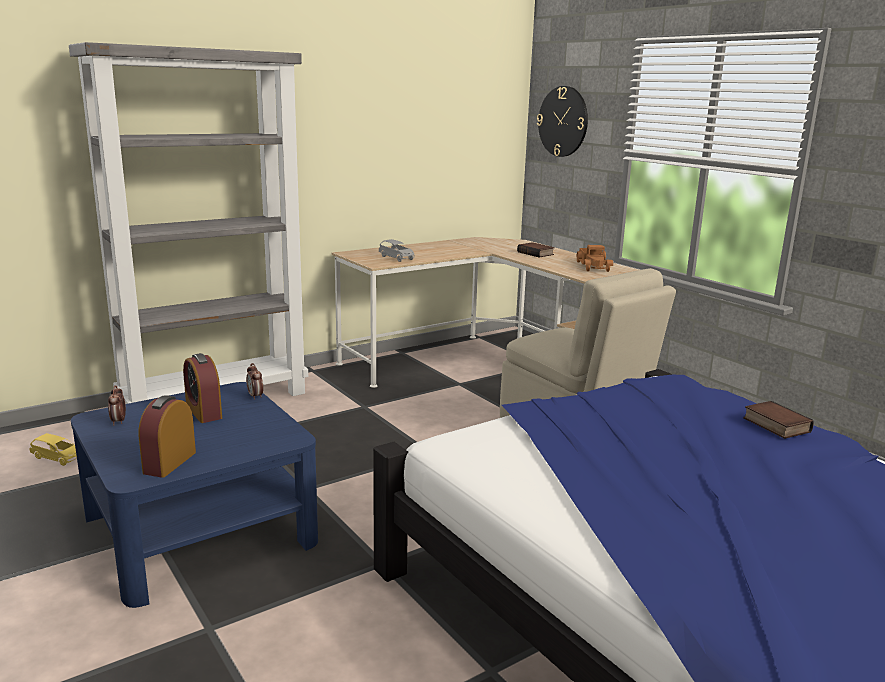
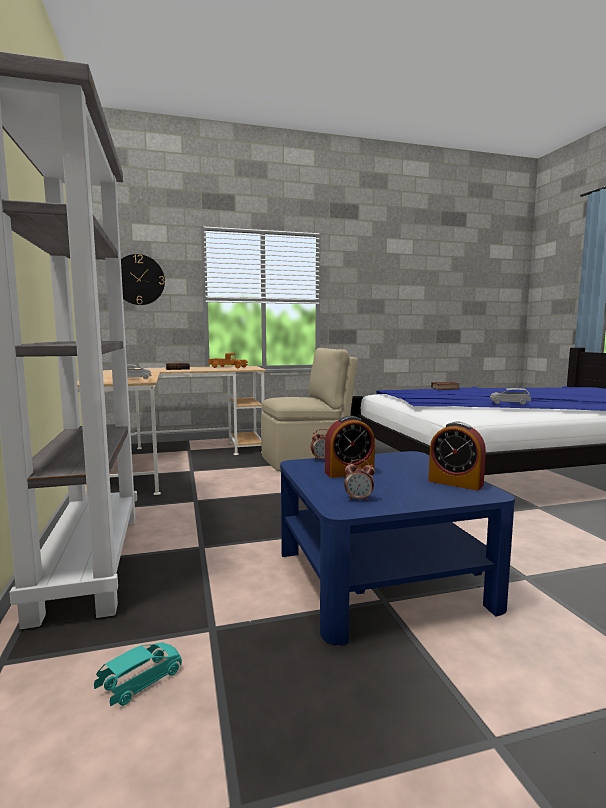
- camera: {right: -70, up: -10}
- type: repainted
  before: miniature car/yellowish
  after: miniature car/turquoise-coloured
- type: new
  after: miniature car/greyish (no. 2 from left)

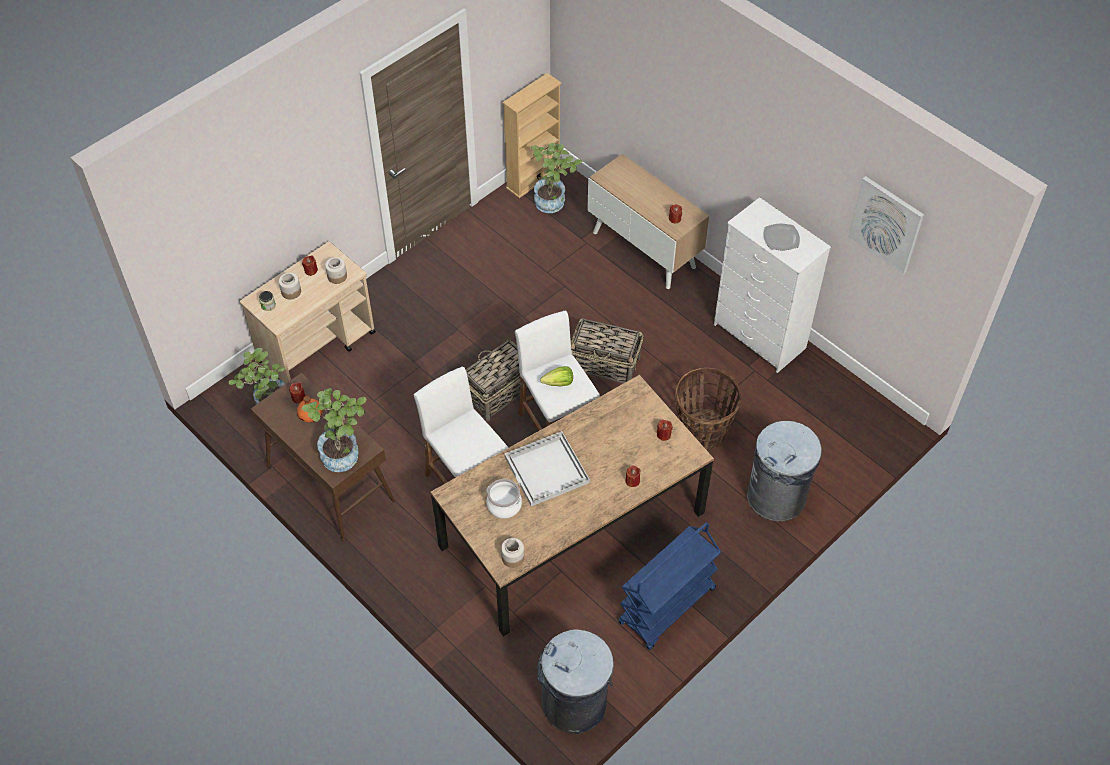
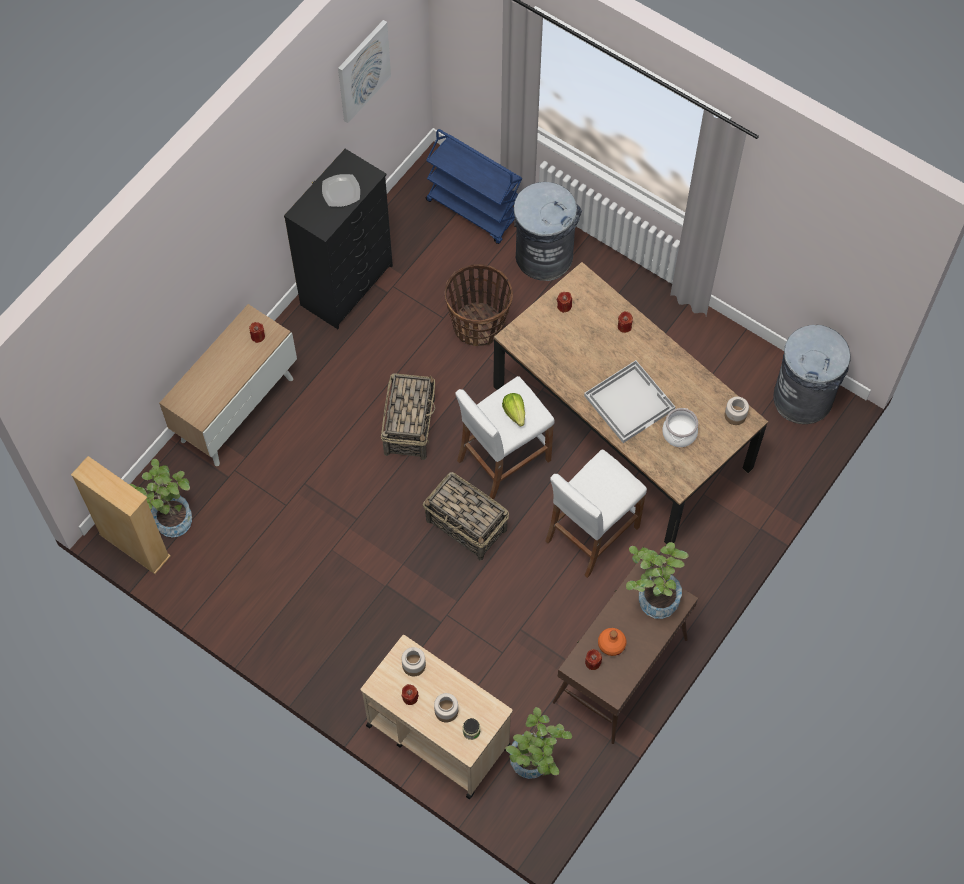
- camera: {right: -100, up: 10}
- type: shifted
  before: wheeled cart/bluish
- type: repainted
  before: chest of drawers/white-coloured
  after: chest of drawers/blackish

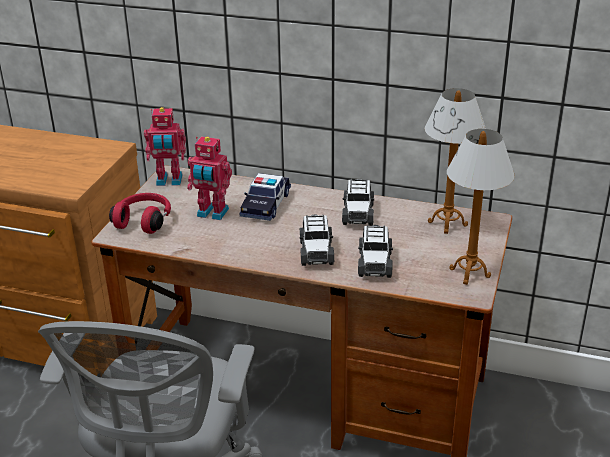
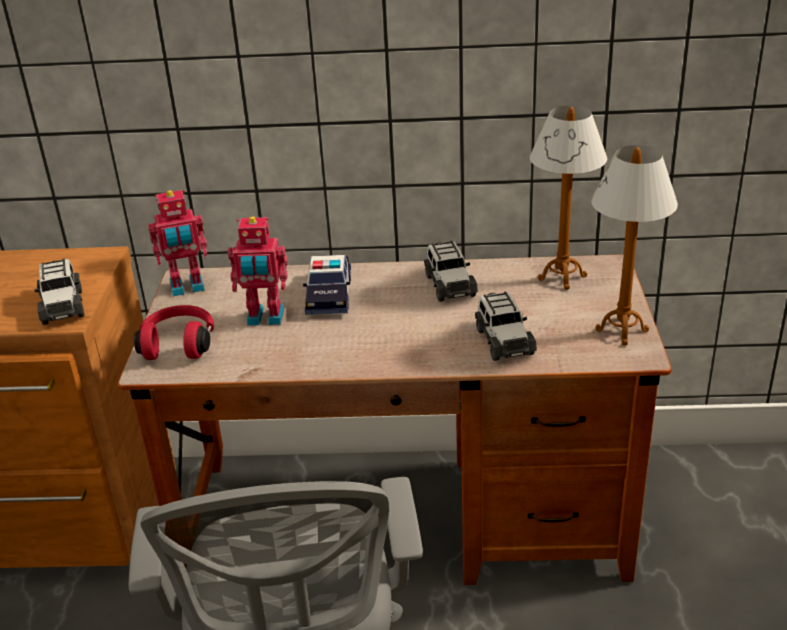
- camera: {right: -15, up: 0}
- type: shifted
  before: miniature car (no. 2 from left in the first image)
  after: miniature car (no. 1 from left)

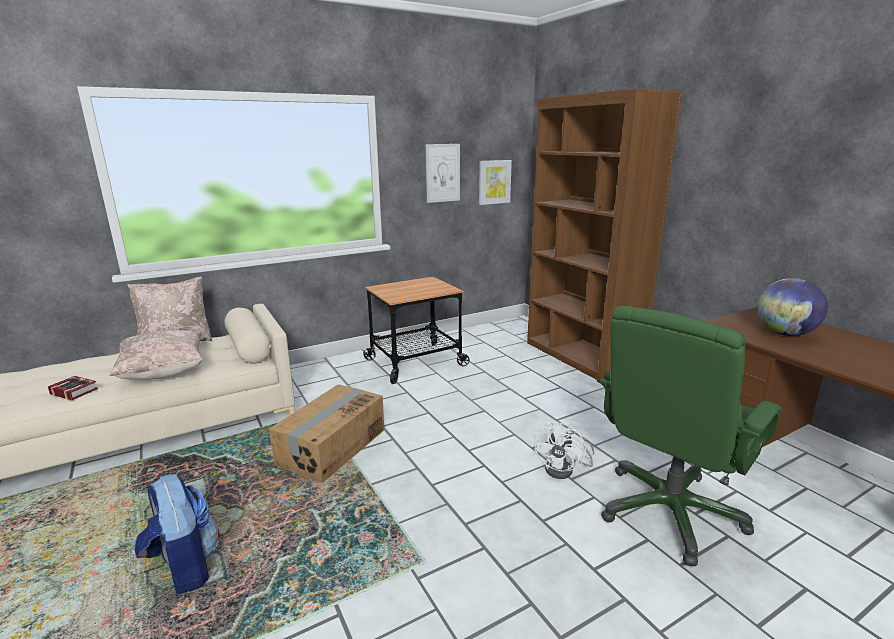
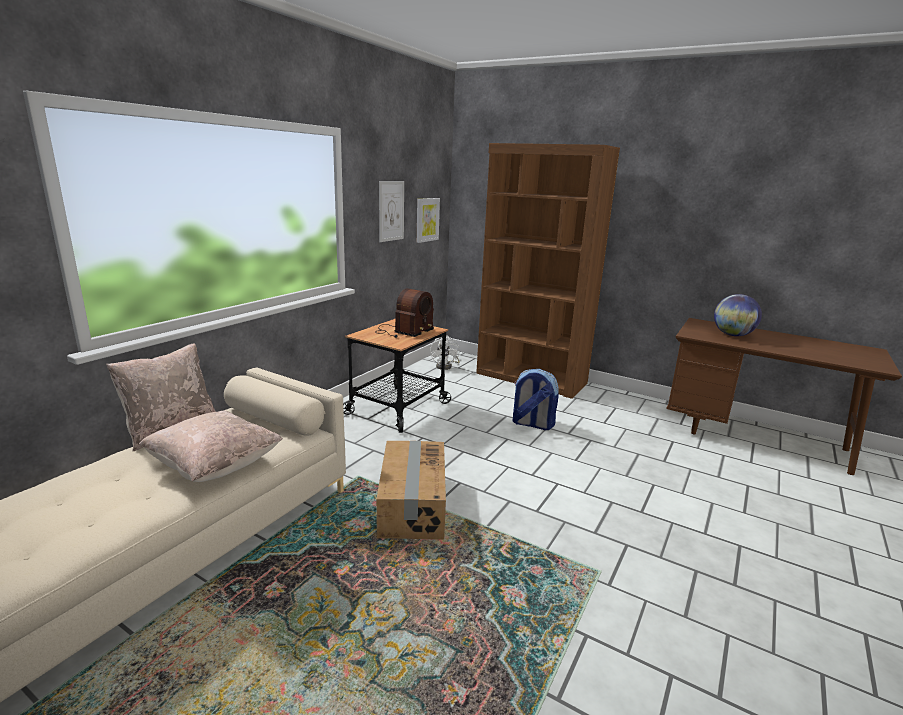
- camera: {right: -30, up: 0}
- type: gone
  before: book
- type: shifted
  before: rucksack
- type: shifted
  before: cooling fan/white-coloured
- type: gone
  before: computer chair/greenish
- type: new
  after: radio

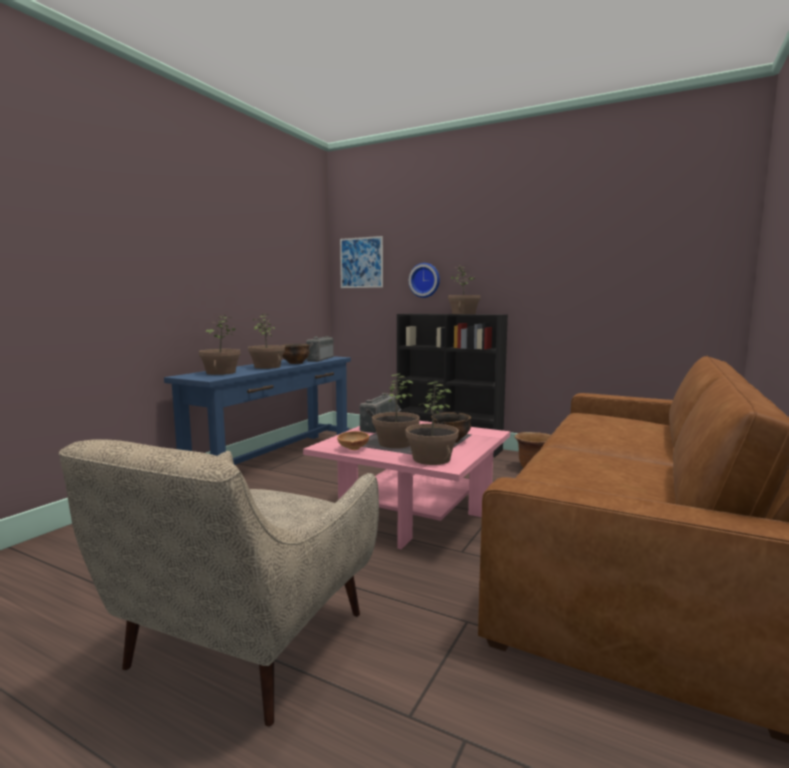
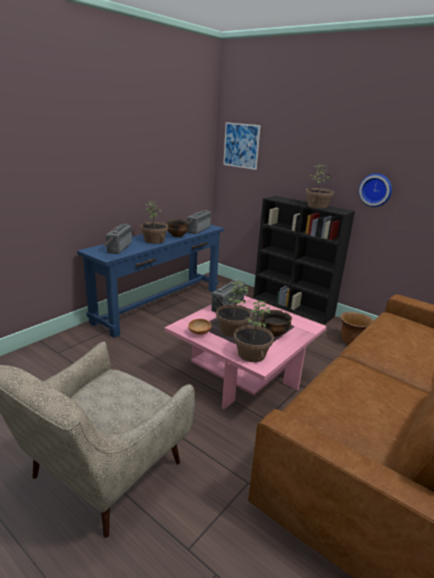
- camera: {right: 10, up: 15}
- type: swapped
  before: houseplant (no. 1 from left)
  after: radio (no. 1 from left)
- type: shifted
  before: hanging clock

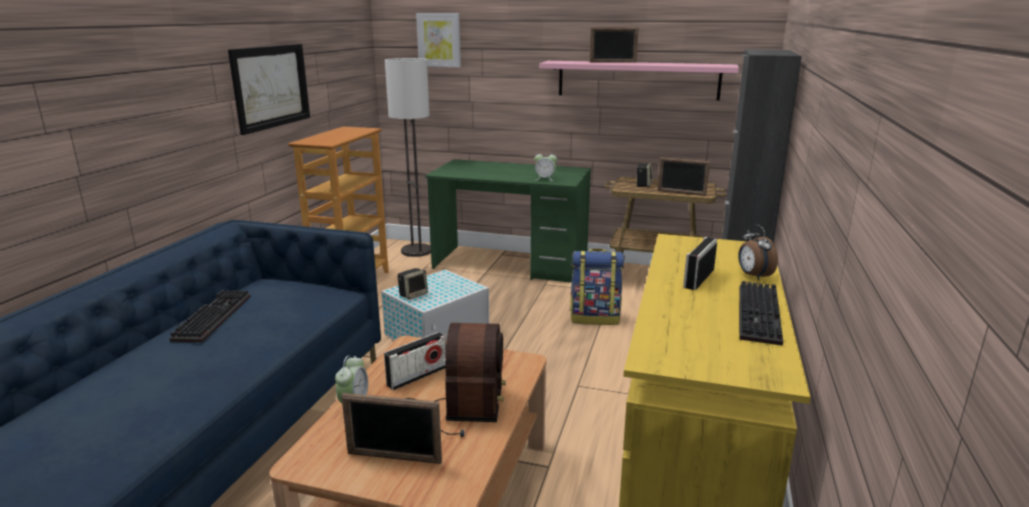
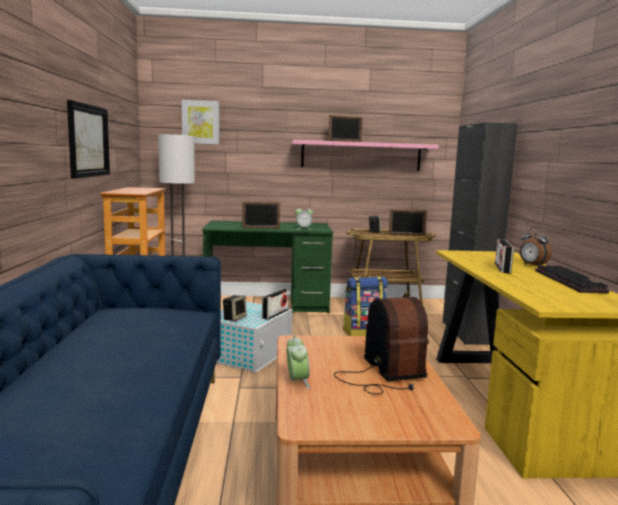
- camera: {right: -20, up: -10}
- type: gone
  before: computer keyboard (no. 1 from left)
- type: shifted
  before: picture frame (no. 1 from left)
- type: shifted
  before: radio (no. 1 from left)

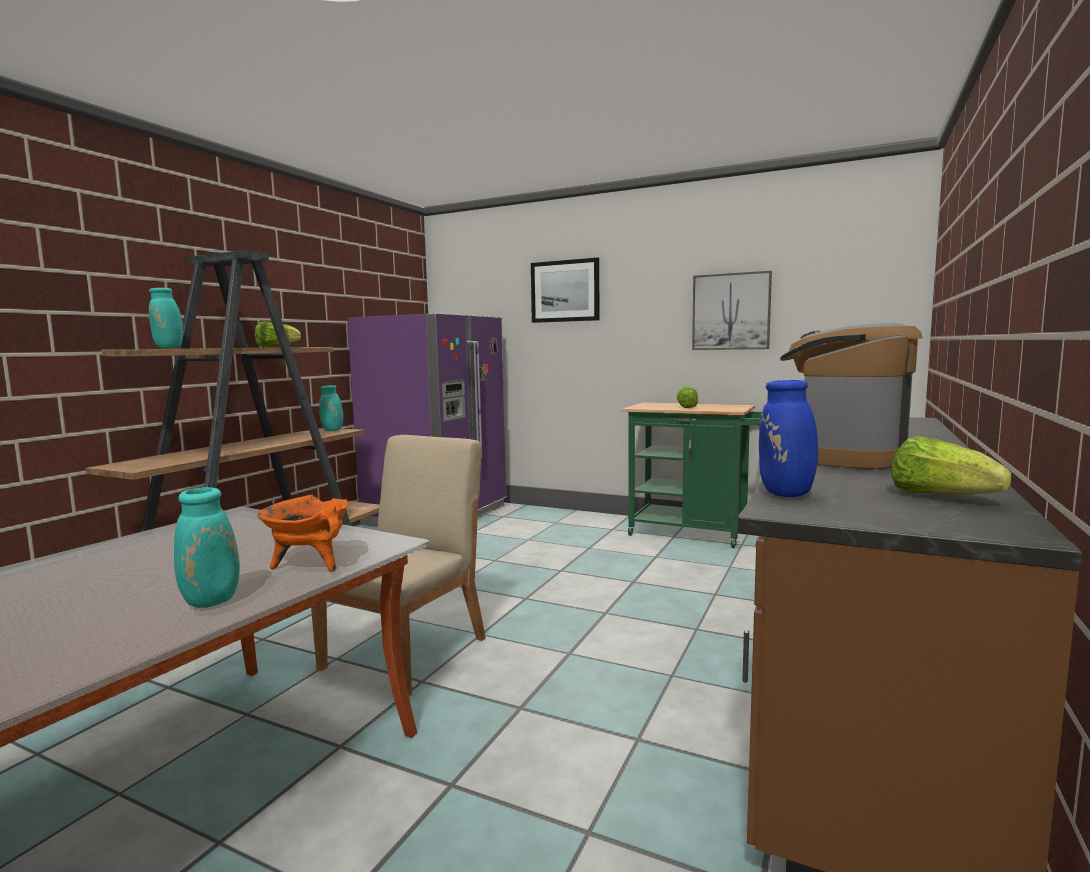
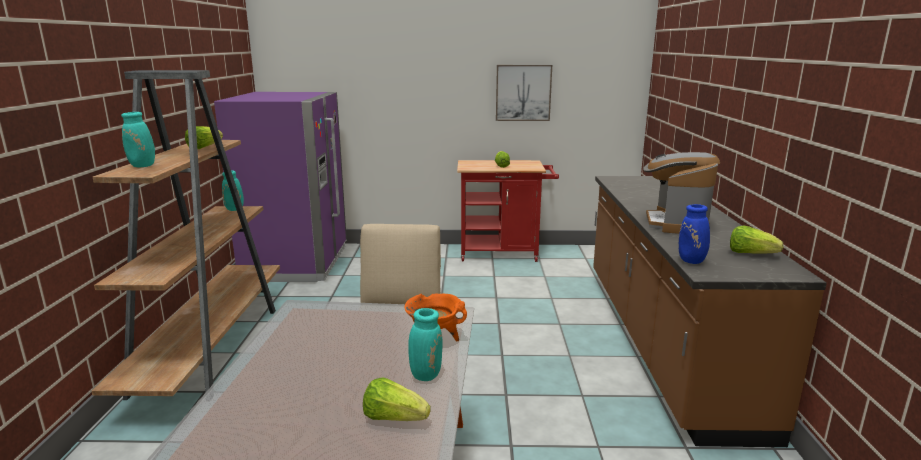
- camera: {right: -25, up: 10}
- type: gone
  before: picture (no. 1 from left)
- type: repainted
  before: wheeled cart/greenish
  after: wheeled cart/red-coloured
- type: new
  after: lettuce (no. 2 from left)

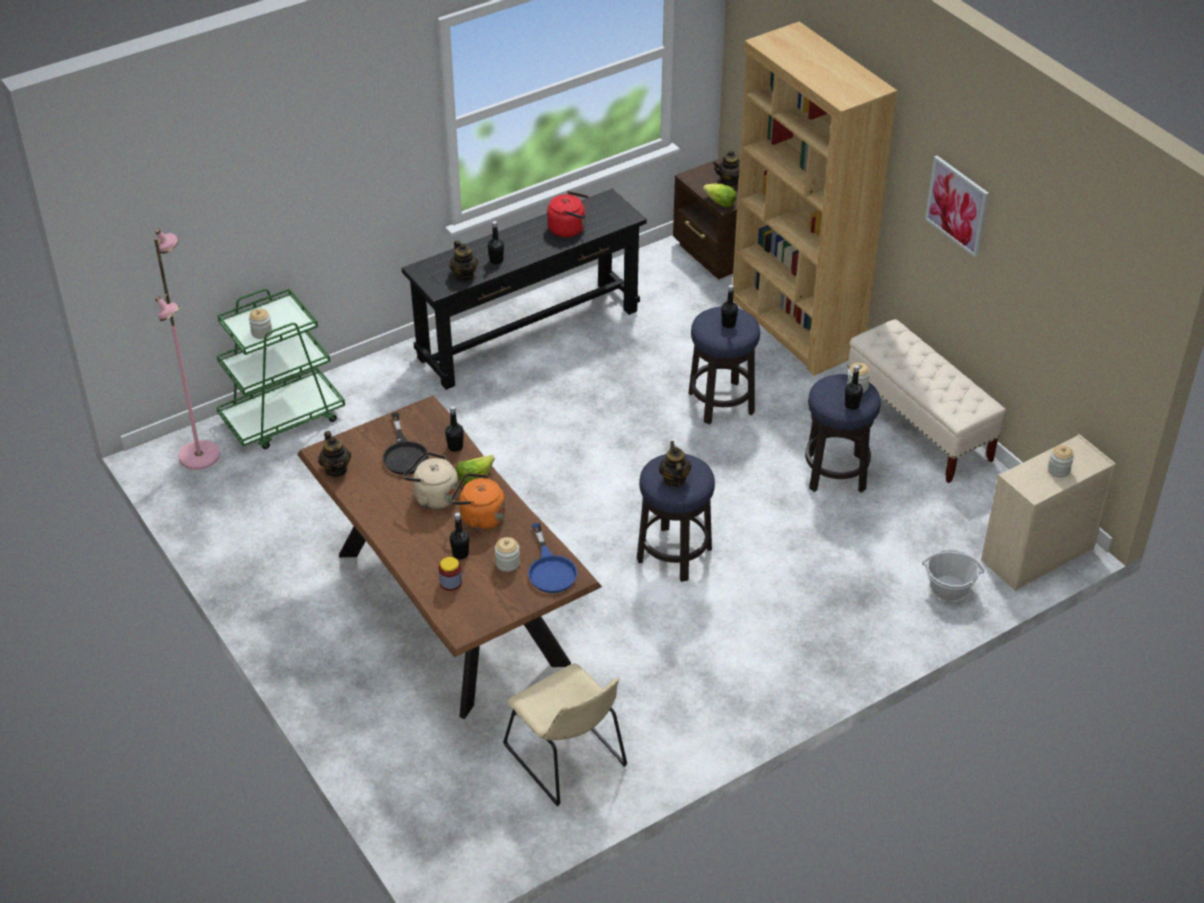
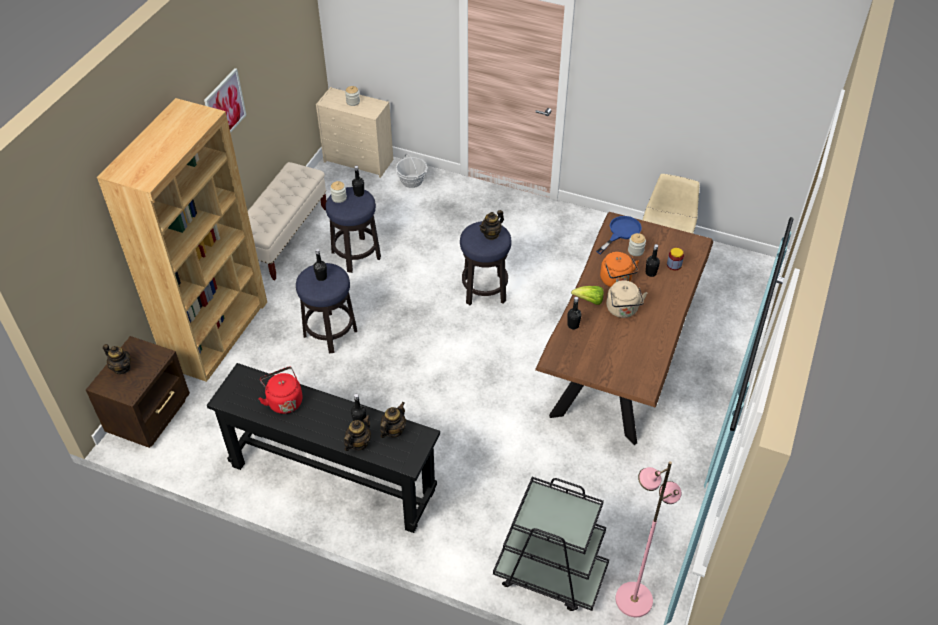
- camera: {right: -125, up: 5}
- type: repainted
  before: wheeled cart/greenish
  after: wheeled cart/blackish
- type: gone
  before: storage jar (no. 1 from left)
- type: shifted
  before: teapot (no. 1 from left in the first image)
  after: teapot (no. 2 from left)
- type: gone
  before: pan/blackish
- type: gone
  before: lettuce (no. 2 from left)

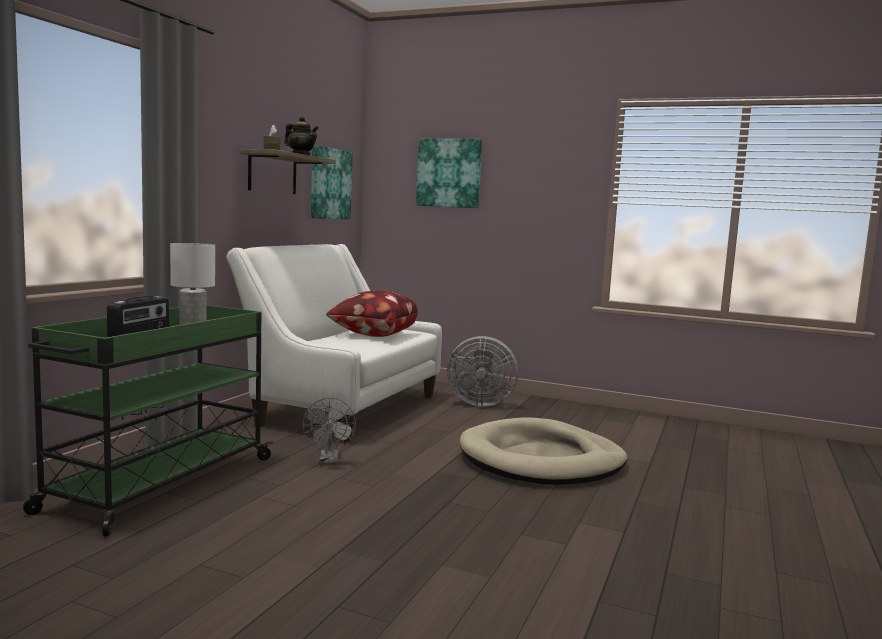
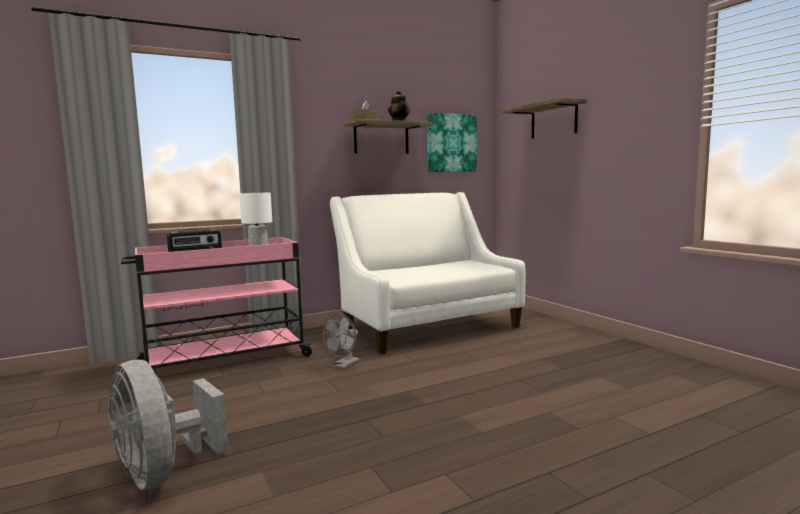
- camera: {right: 40, up: 0}
- type: repainted
  before: wheeled cart/greenish
  after: wheeled cart/pinkish
- type: gone
  before: cushion
- type: swapped
  before: picture (no. 2 from left)
  after: bracket shelf (no. 2 from left)
- type: shifted
  before: cooling fan/greyish (no. 2 from left in the first image)
  after: cooling fan/greyish (no. 1 from left)
- type: gone
  before: pet bed/sand-coloured

